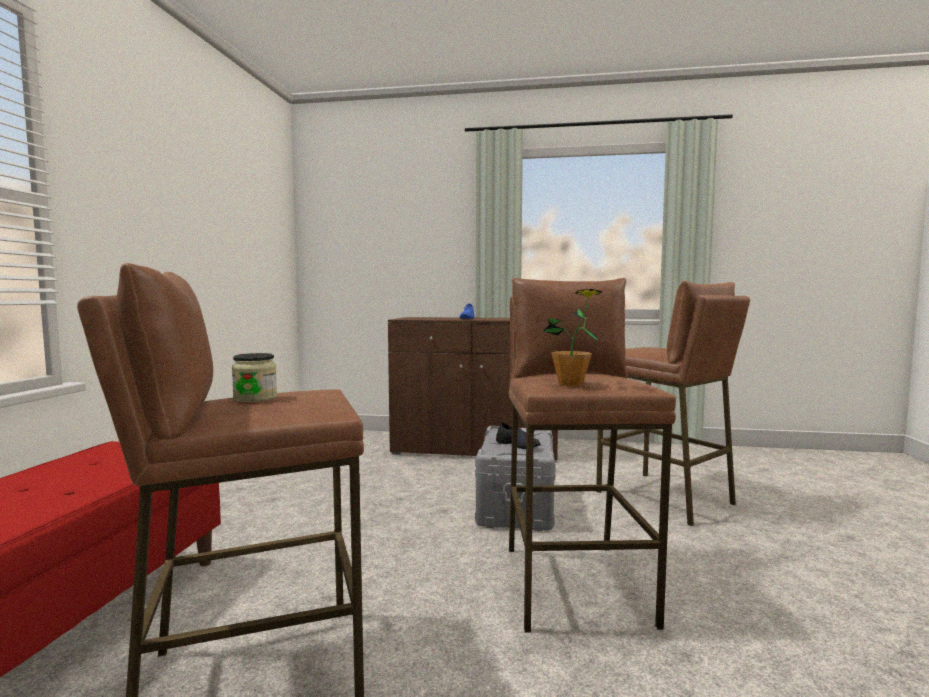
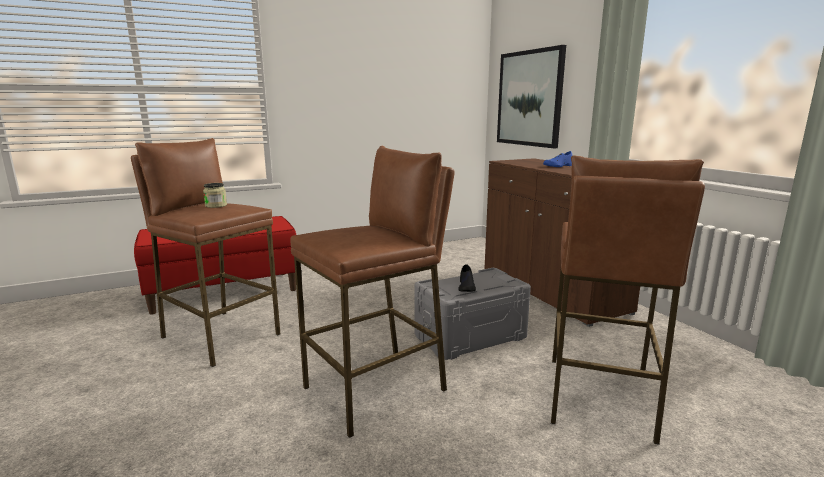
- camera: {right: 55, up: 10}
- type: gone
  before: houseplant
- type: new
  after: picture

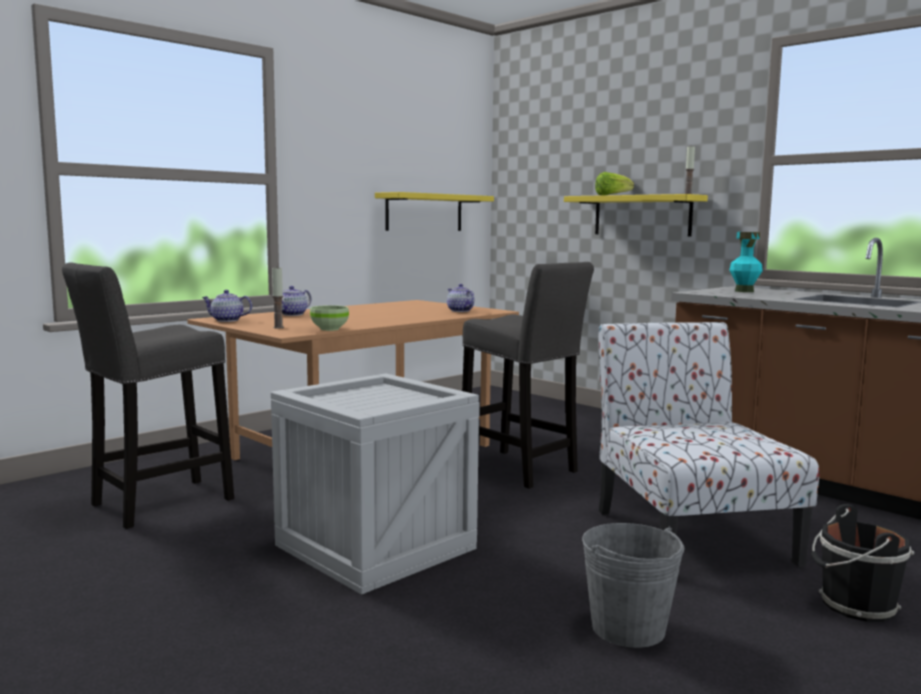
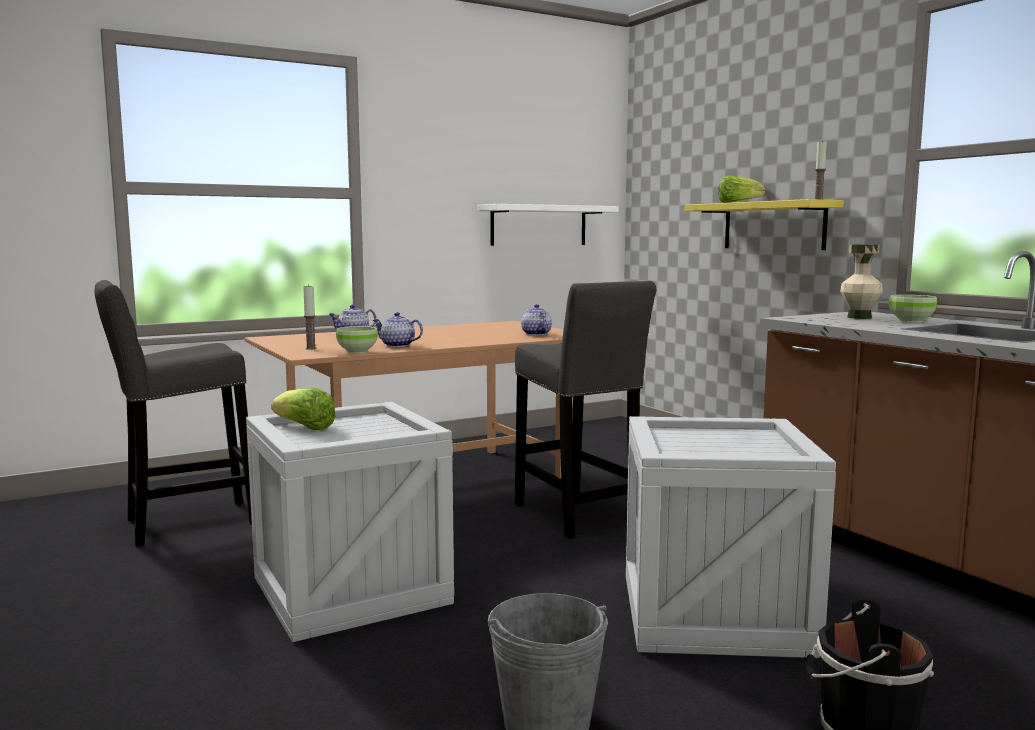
- camera: {right: 15, up: 0}
- type: shifted
  before: teapot (no. 1 from left in the first image)
  after: teapot (no. 2 from left)
- type: repainted
  before: bracket shelf/yellowish (no. 1 from left)
  after: bracket shelf/white-coloured
- type: swapped
  before: chair
  after: shipping crate (no. 2 from left)
- type: repainted
  before: vase/turquoise-coloured
  after: vase/sand-coloured
- type: new
  after: lettuce (no. 1 from left)
- type: new
  after: bowl/greenish (no. 2 from left)

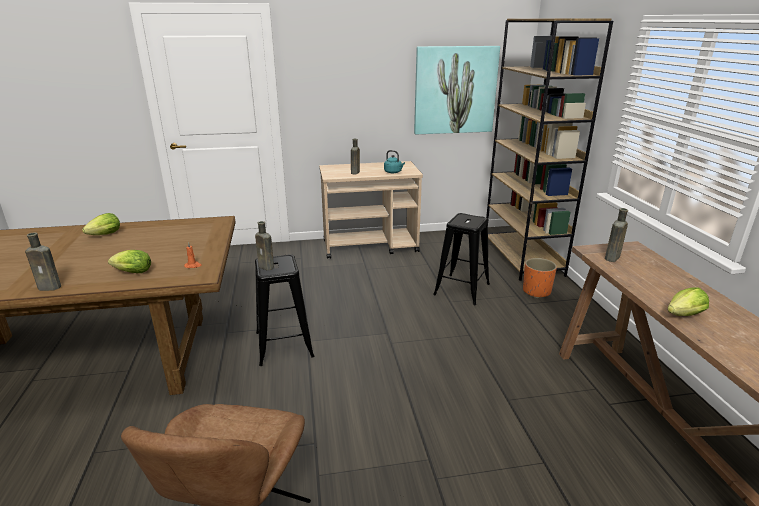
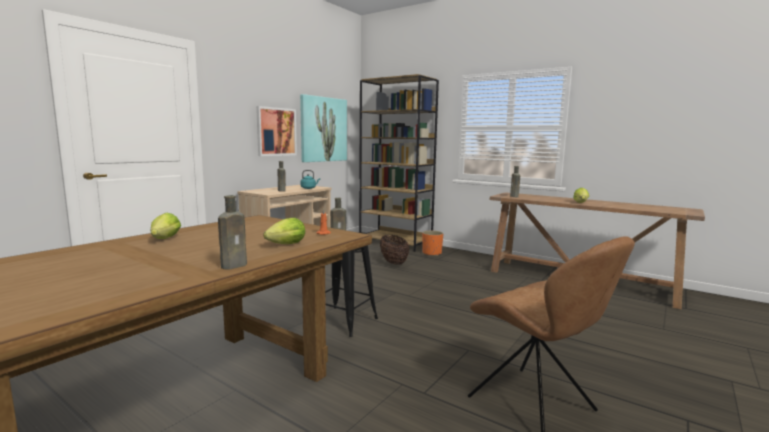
- camera: {right: -45, up: -15}
- type: swapped
  before: stool seat/blackish (no. 2 from left)
  after: basket
- type: new
  after: picture (no. 1 from left)

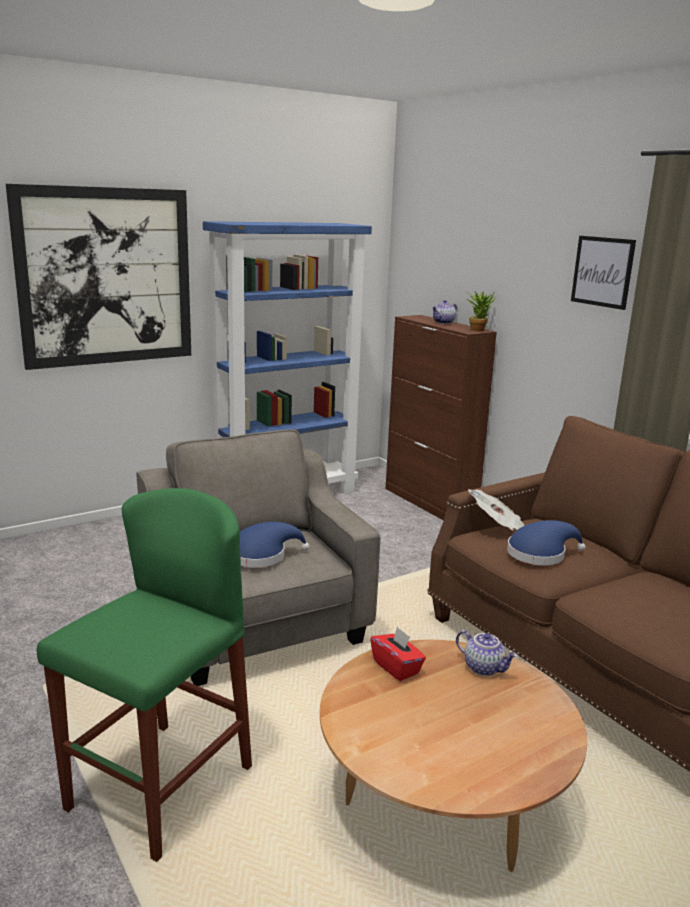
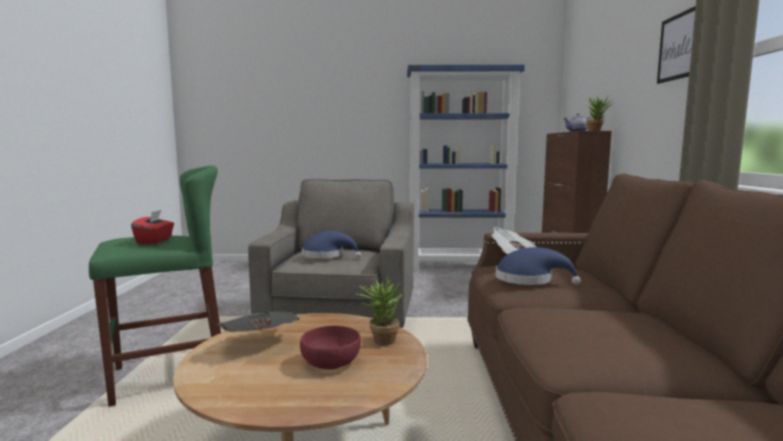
- camera: {right: 35, up: -10}
- type: gone
  before: picture (no. 1 from left)
- type: shifted
  before: tissue box/red-coloured
- type: swapped
  before: teapot (no. 2 from left)
  after: houseplant (no. 1 from left)
- type: new
  after: newspaper (no. 1 from left)
- type: new
  after: bowl/red-coloured

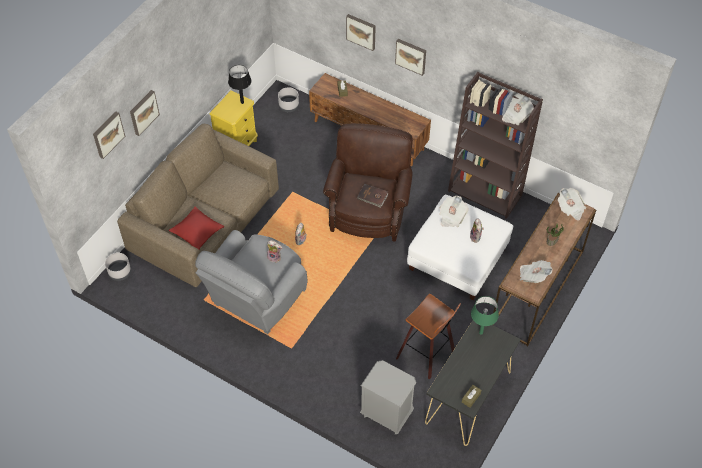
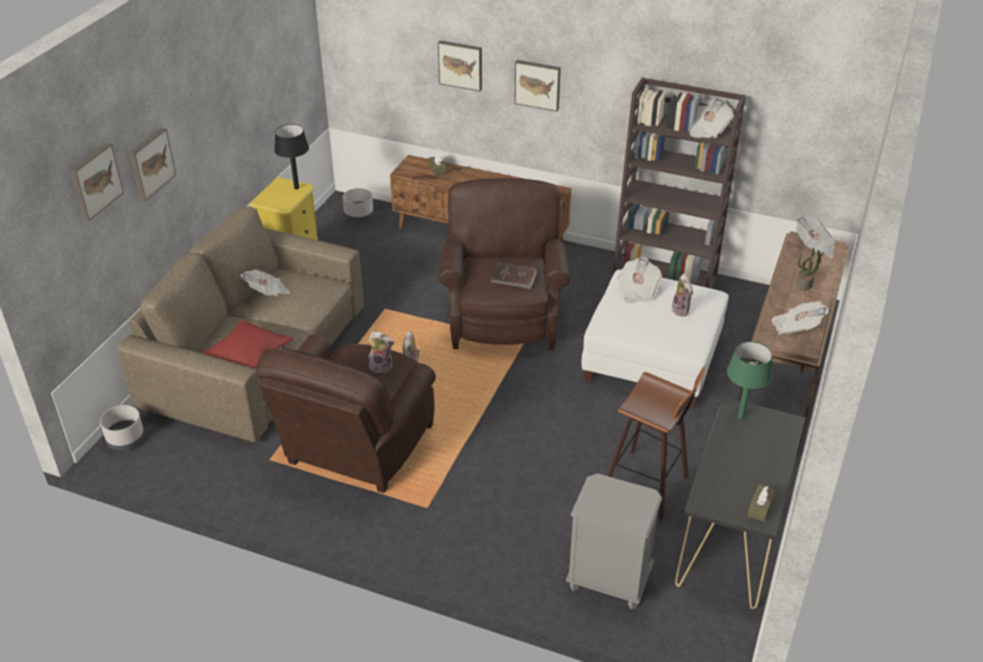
- camera: {right: -10, up: -15}
- type: repainted
  before: armchair/greyish
  after: armchair/brown (no. 1 from left)
- type: new
  after: newspaper (no. 1 from left)

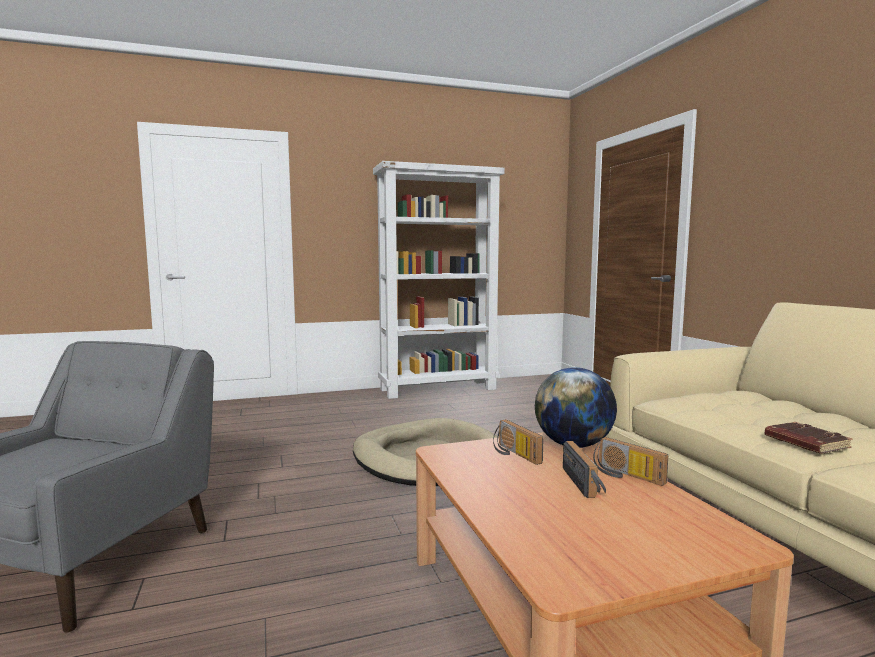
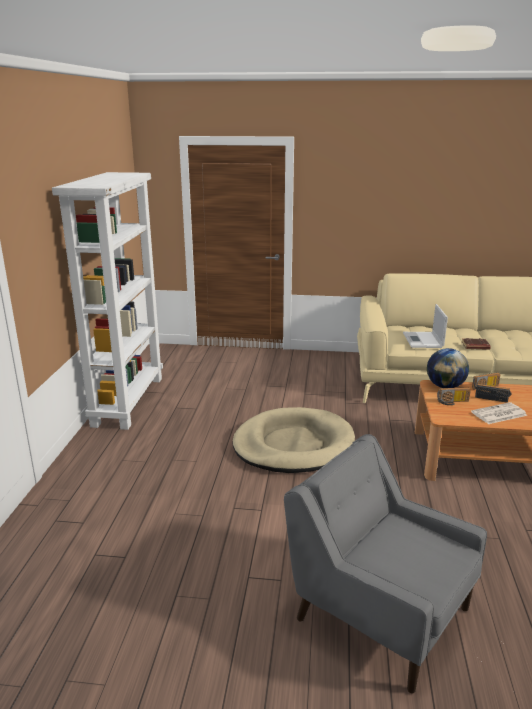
- camera: {right: -65, up: 15}
- type: new
  after: portable computer
- type: new
  after: newspaper

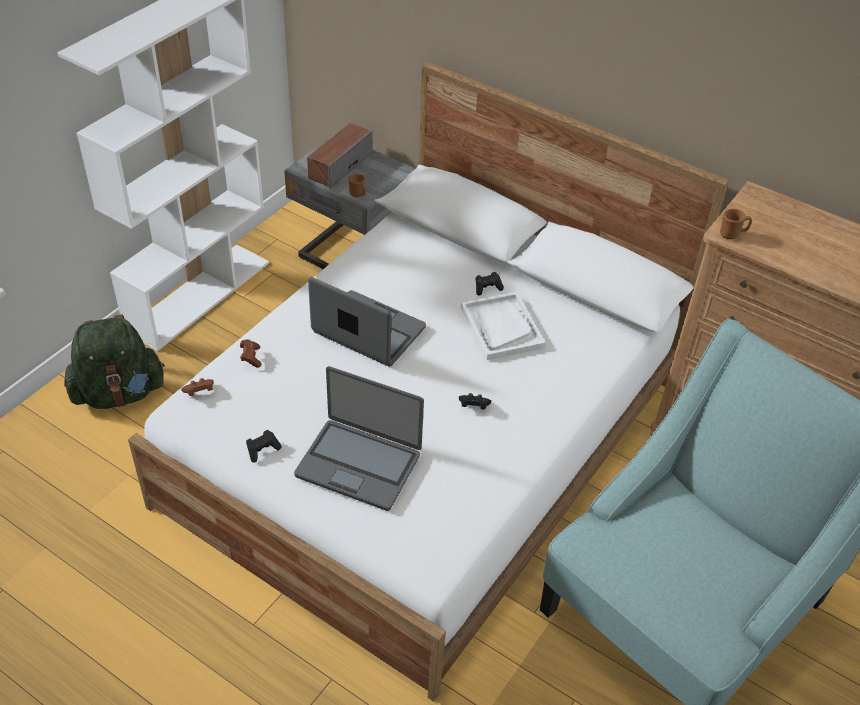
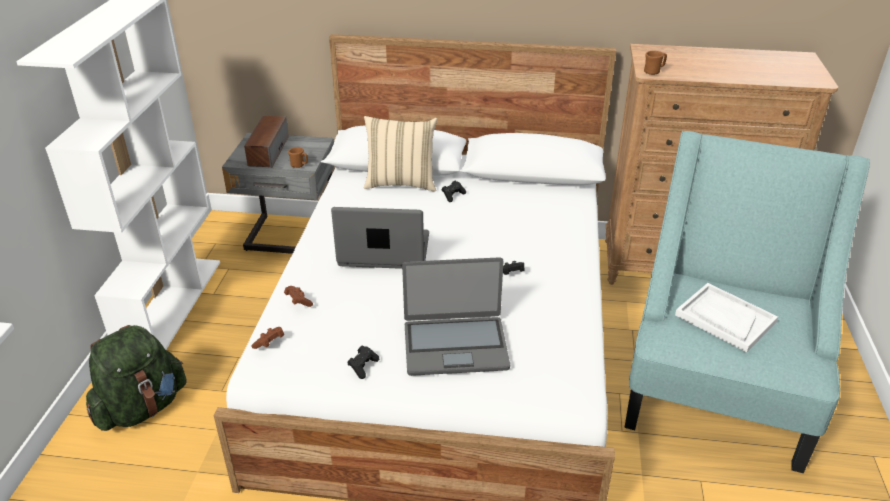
- camera: {right: -25, up: -10}
- type: shifted
  before: carrying tray/white-coloured
- type: new
  after: cushion/sand-coloured

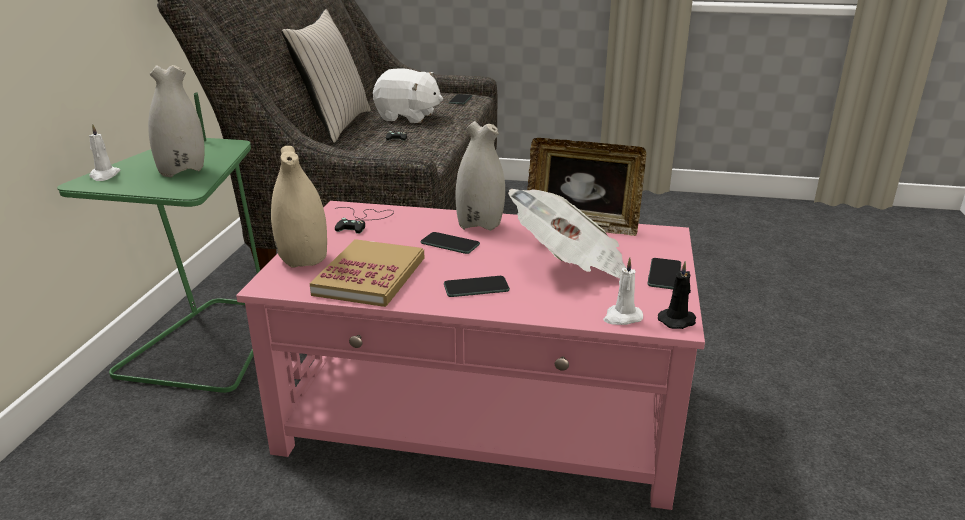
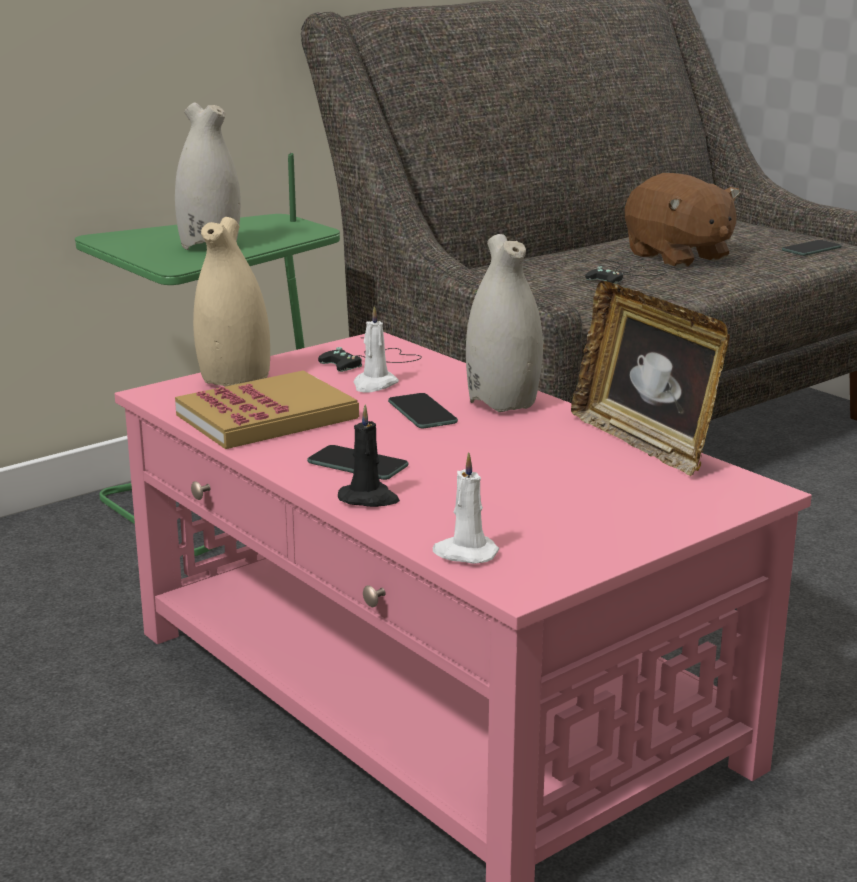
- camera: {right: 40, up: -5}
- type: shifted
  before: wax candle/white-coloured (no. 1 from left)
- type: gone
  before: cushion/sand-coloured
- type: repainted
  before: cuddly toy/white-coloured
  after: cuddly toy/brown
- type: gone
  before: newspaper
- type: gone
  before: phone (no. 4 from left)
- type: shifted
  before: wax candle/blackish

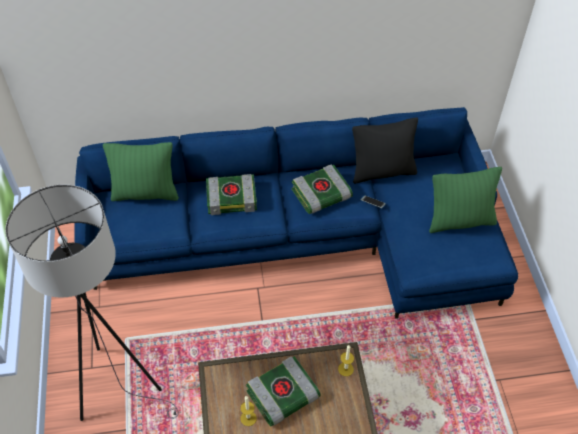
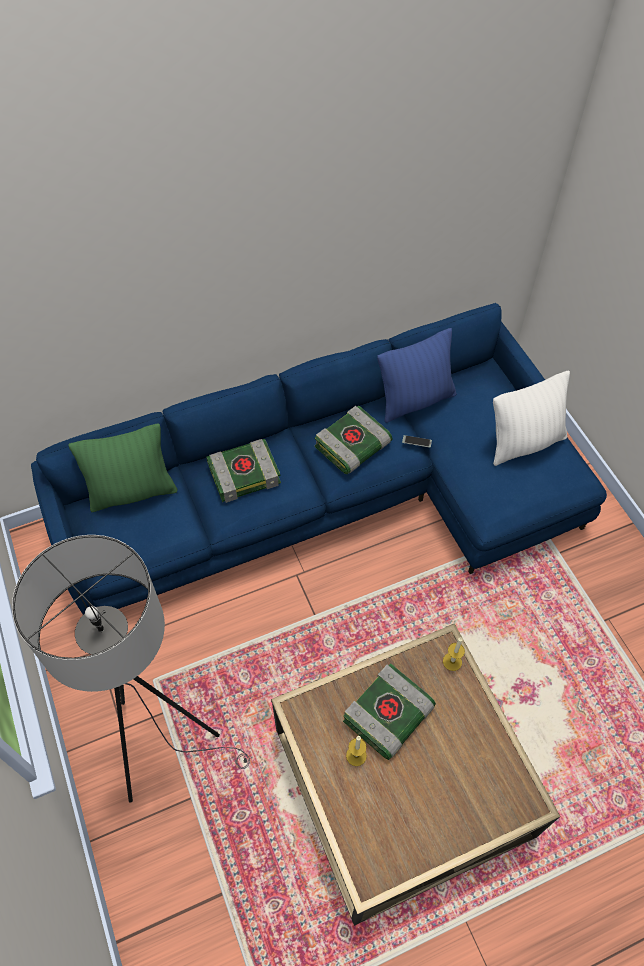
- camera: {right: -15, up: 5}
- type: repainted
  before: cushion/blackish
  after: cushion/bluish
- type: repainted
  before: cushion/greenish (no. 2 from left)
  after: cushion/white-coloured

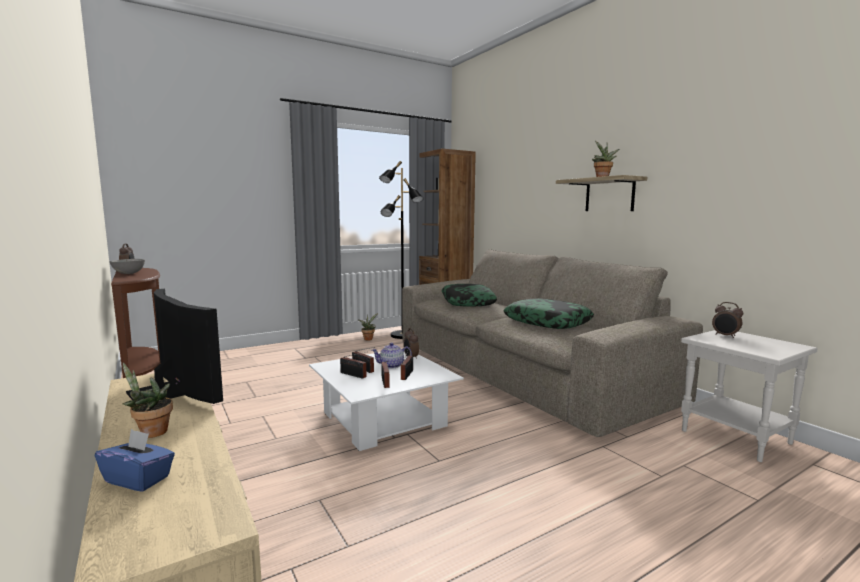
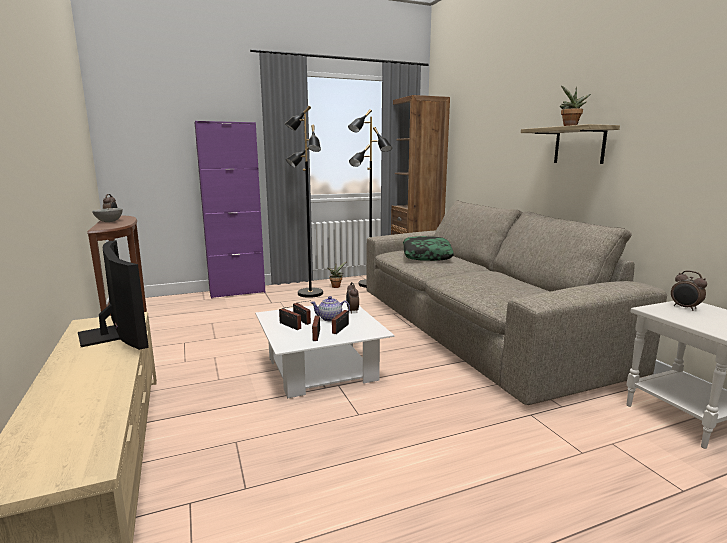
- camera: {right: 10, up: 5}
- type: gone
  before: tissue box/bluish
- type: gone
  before: houseplant (no. 1 from left)
- type: gone
  before: cushion (no. 2 from left)
- type: new
  after: storage cabinet/purple
- type: new
  after: standard lamp/blackish (no. 1 from left)

